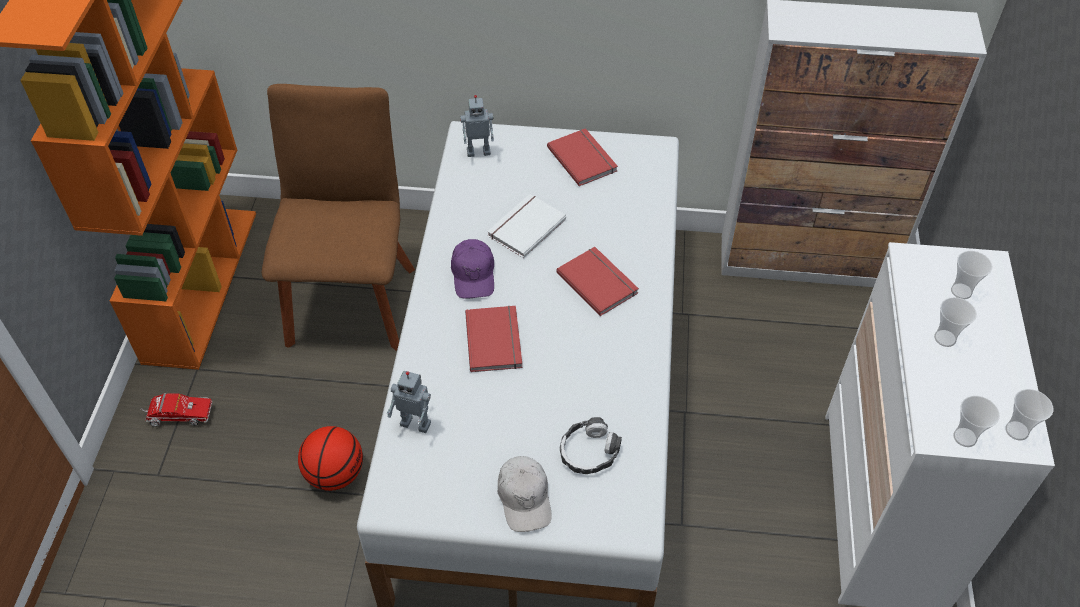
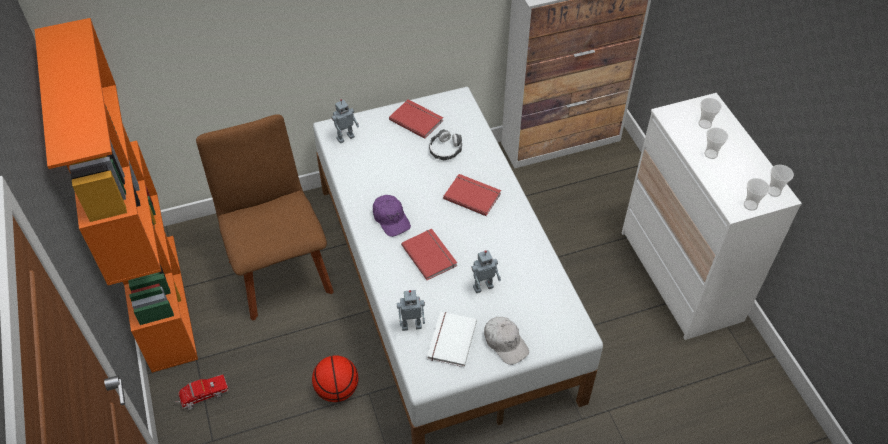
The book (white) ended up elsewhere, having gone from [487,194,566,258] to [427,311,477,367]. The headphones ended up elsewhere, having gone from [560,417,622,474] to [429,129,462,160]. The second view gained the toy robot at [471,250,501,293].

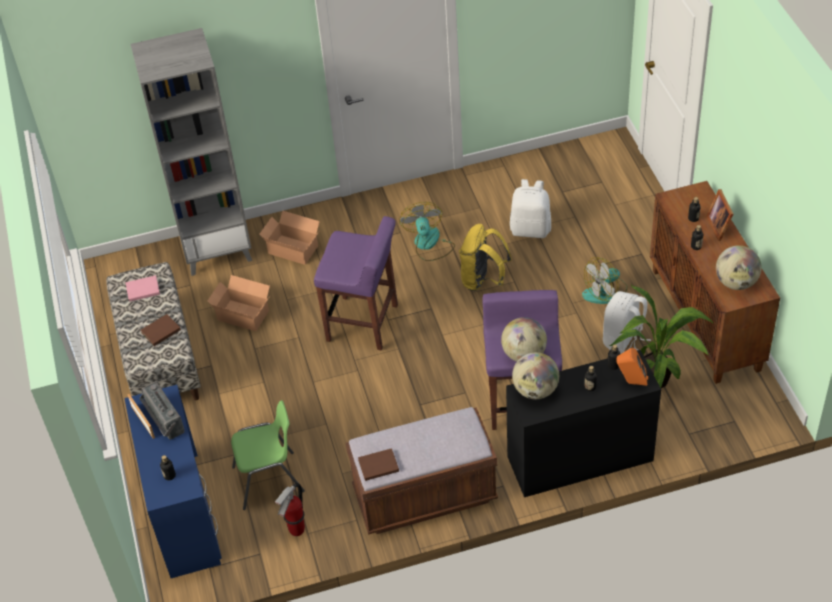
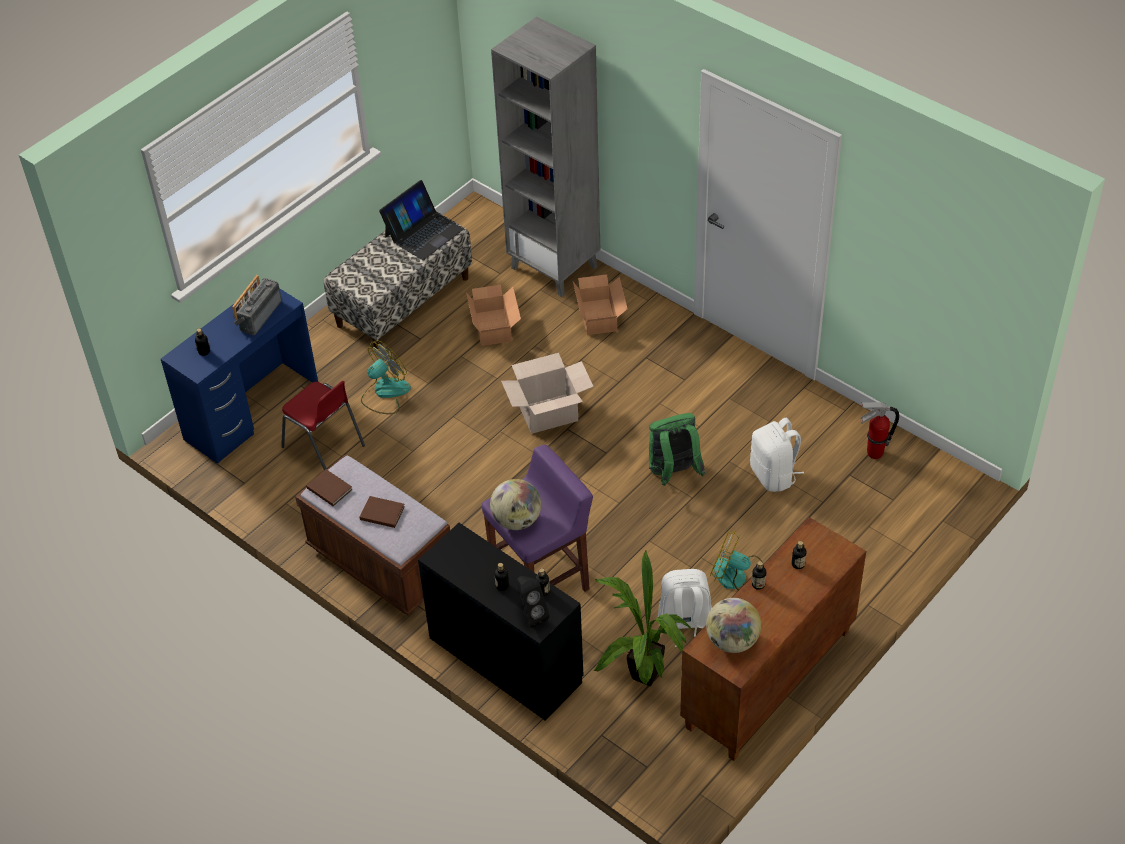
The second view lost the picture frame at [707,189,734,241]. The fan ended up elsewhere, having gone from [399,202,455,261] to [361,340,411,414]. Where the stool (purple) stood at [314,216,398,351], the cardboard box came to stand at [501,353,594,434]. What was the backpack (yellow) at [459,224,512,291] turned into the backpack (green) at [649,413,706,486]. Where the book (pink) stood at [125,275,160,302], the laptop came to stand at [379,180,464,260]. The book (brown) ended up elsewhere, having gone from [141,314,181,346] to [360,496,405,528]. What was the speaker (orange) at [616,348,648,386] turned into the speaker (black) at [516,576,550,628]. The second view lost the globe at [512,352,559,399]. What was the chair (green) at [231,400,305,510] turned into the chair (red) at [281,381,365,470]. The fire extinguisher ended up elsewhere, having gone from [274,483,305,536] to [860,402,899,459].

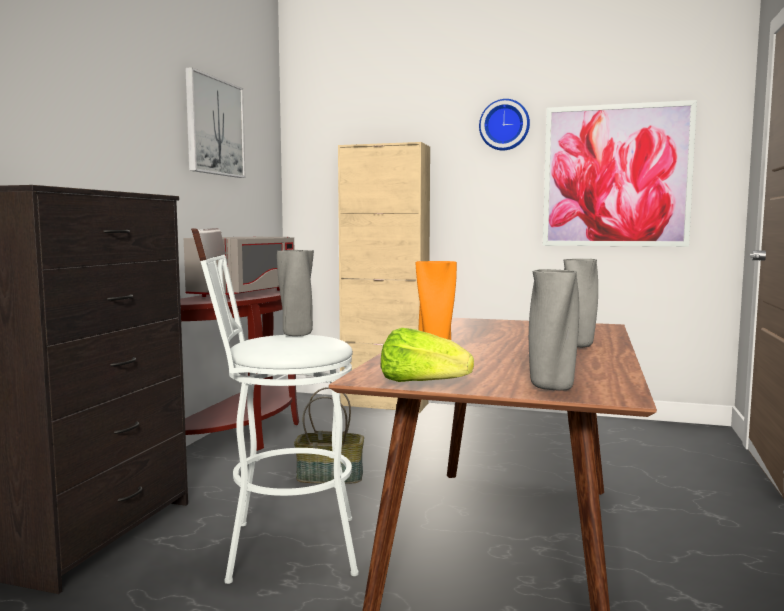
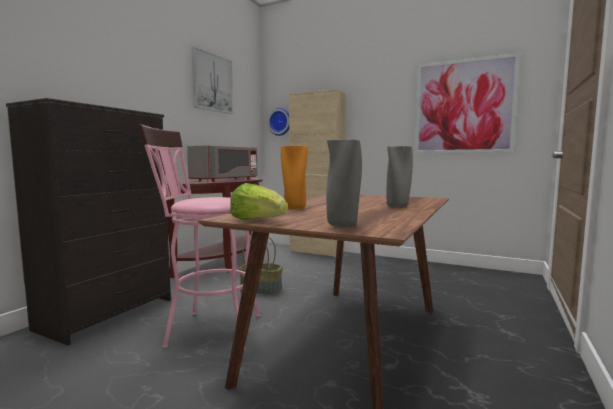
The wall clock ended up elsewhere, having gone from [479,99,530,151] to [268,108,289,136]. What was the stool (white) at [191,228,359,584] turned into the stool (pink) at [138,124,260,351]. The second view lost the vase (grey) at [277,250,314,336].

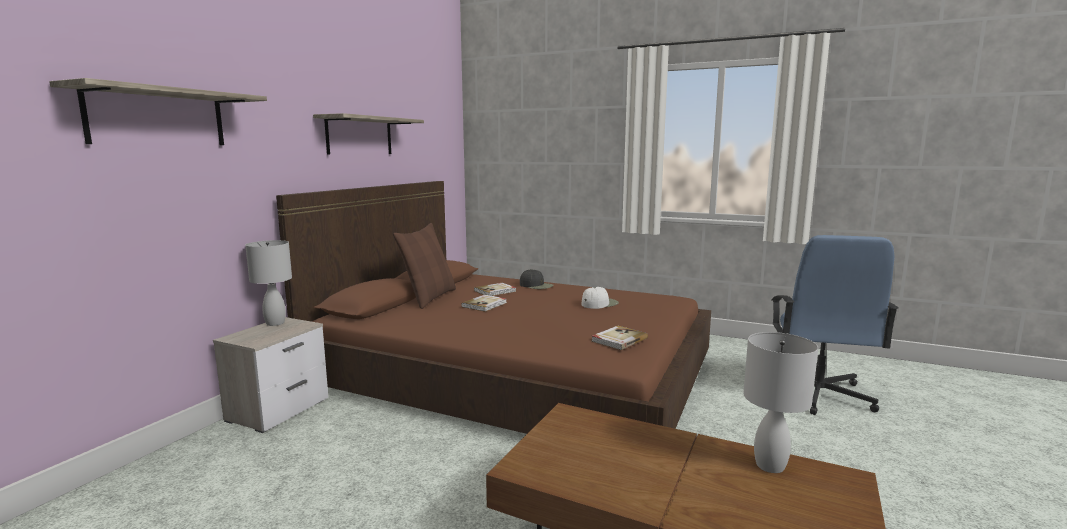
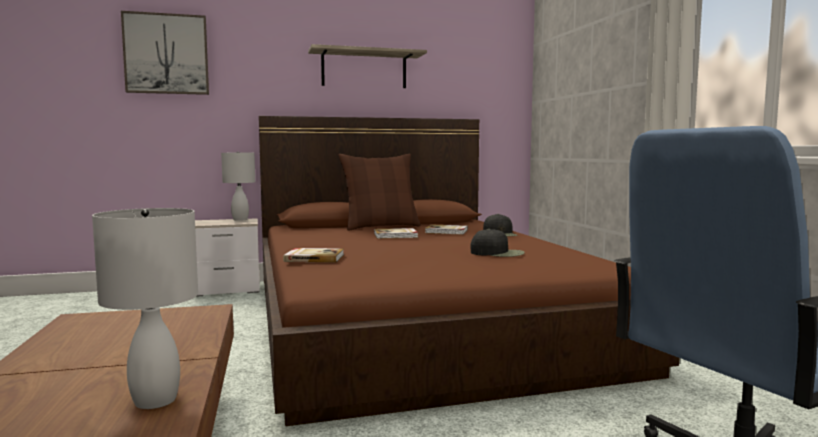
Where the shelf hung at [49,78,267,145], the picture came to hang at [121,11,209,95]. What was the cap (white) at [581,287,619,309] turned into the cap (black) at [470,229,525,257]. The book ended up elsewhere, having gone from [592,326,648,350] to [283,248,344,263].

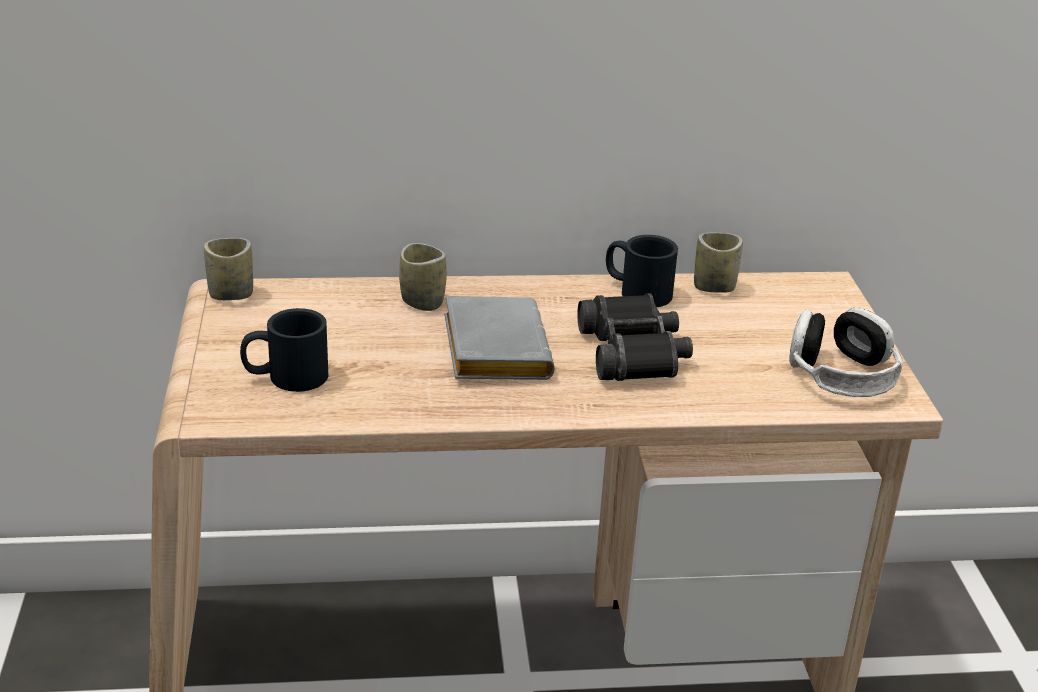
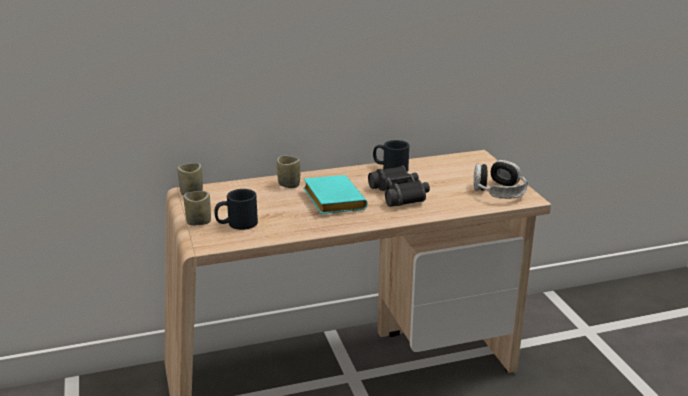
The cup ended up elsewhere, having gone from [694,233,743,293] to [184,191,211,225]. What was the book (grey) at [444,296,555,380] turned into the book (turquoise) at [303,175,368,214].

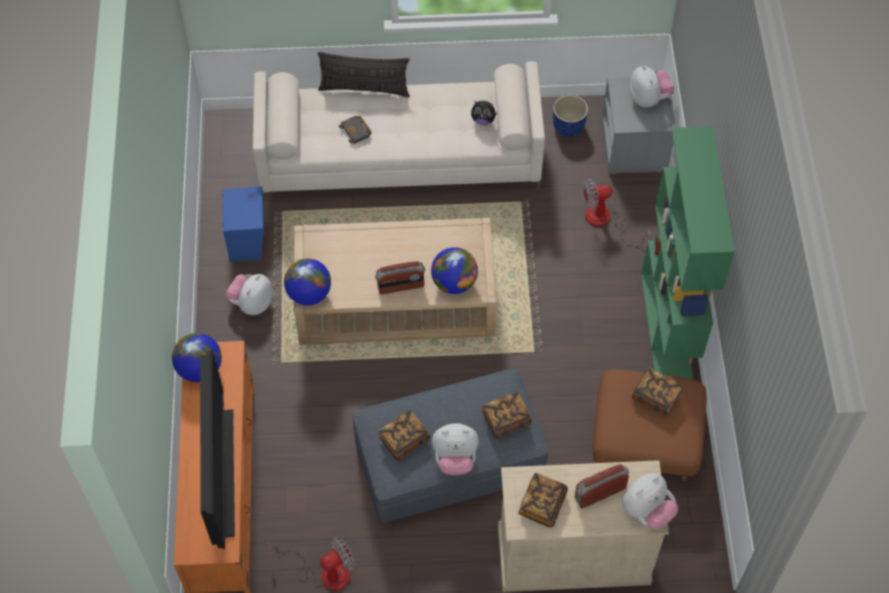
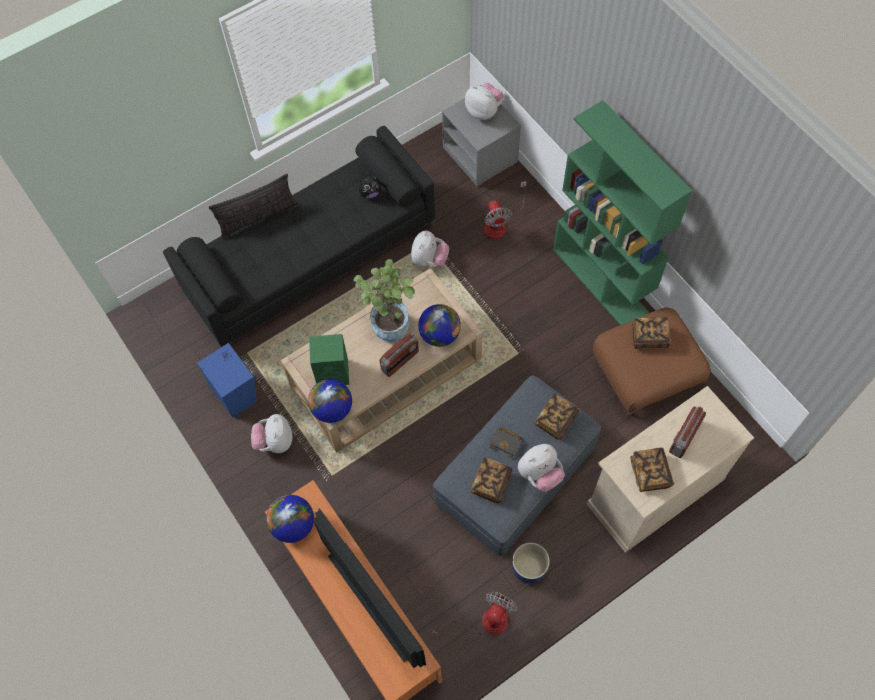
What was the sofa (beige) at [253,61,545,200] turned into the sofa (black) at [163,126,435,347]. The planter (blue) ended up elsewhere, having gone from [553,95,588,137] to [512,542,550,584]. The book (black) ended up elsewhere, having gone from [339,115,372,144] to [489,427,522,458]. The fan at [583,178,651,247] ended up facing another way, 60 degrees counterclockwise from before. The plush toy ended up elsewhere, having gone from [622,473,678,530] to [411,231,449,267]. The second view gained the potted plant at [353,259,415,343]. The second view gained the speaker (green) at [309,334,349,385].

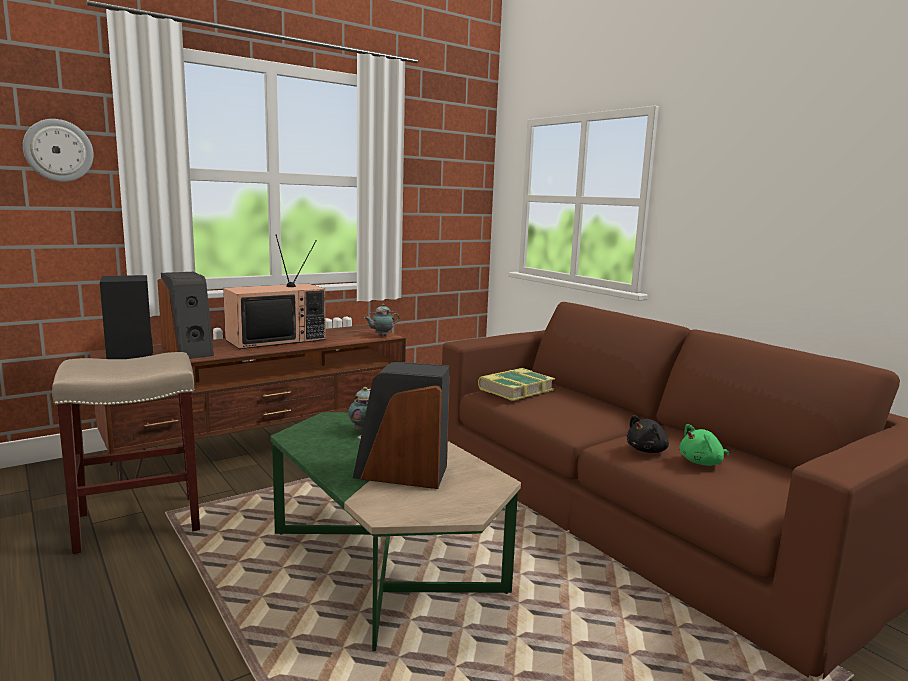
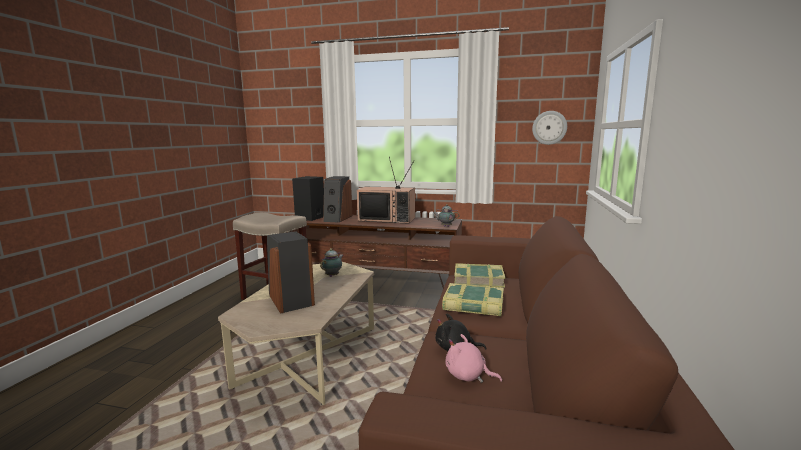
The wall clock ended up elsewhere, having gone from [23,119,94,182] to [532,111,567,145]. What was the coffee table (green) at [270,412,521,651] turned into the coffee table (beige) at [218,262,374,405]. What was the plush toy (green) at [680,424,729,466] turned into the plush toy (pink) at [445,334,502,383]. The second view gained the book at [442,283,504,316].

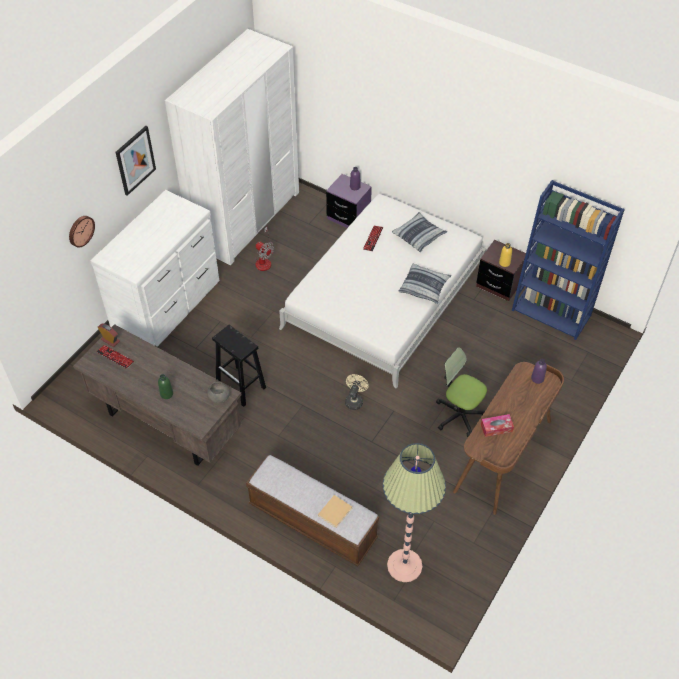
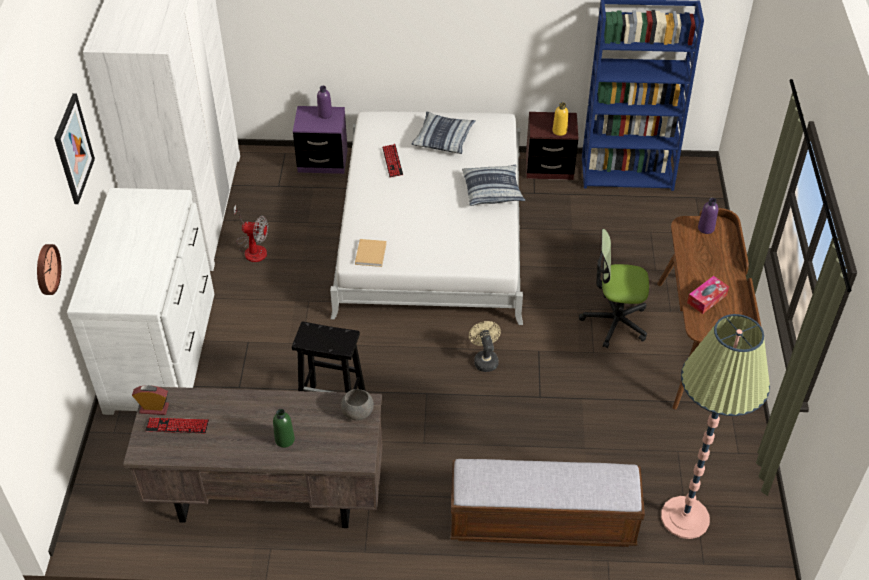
The book (beige) ended up elsewhere, having gone from [318,495,352,528] to [355,239,387,267].

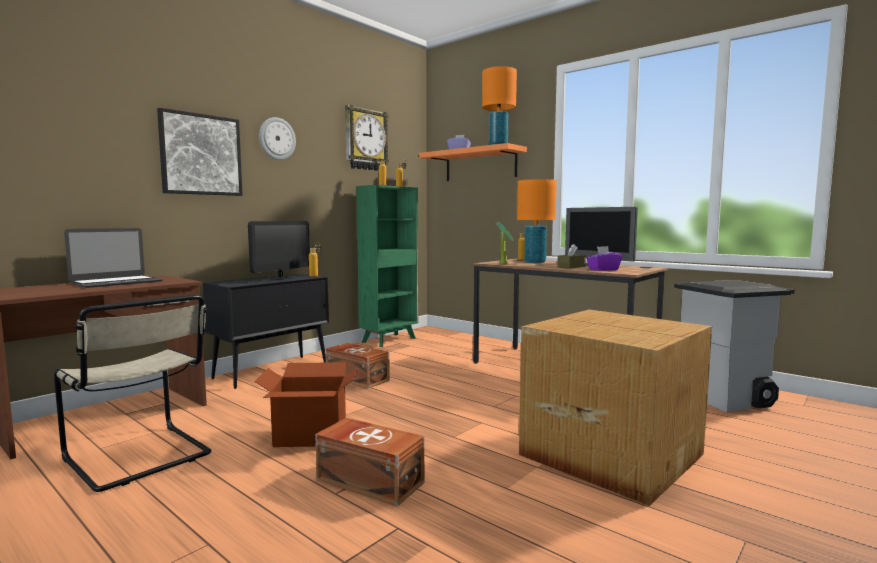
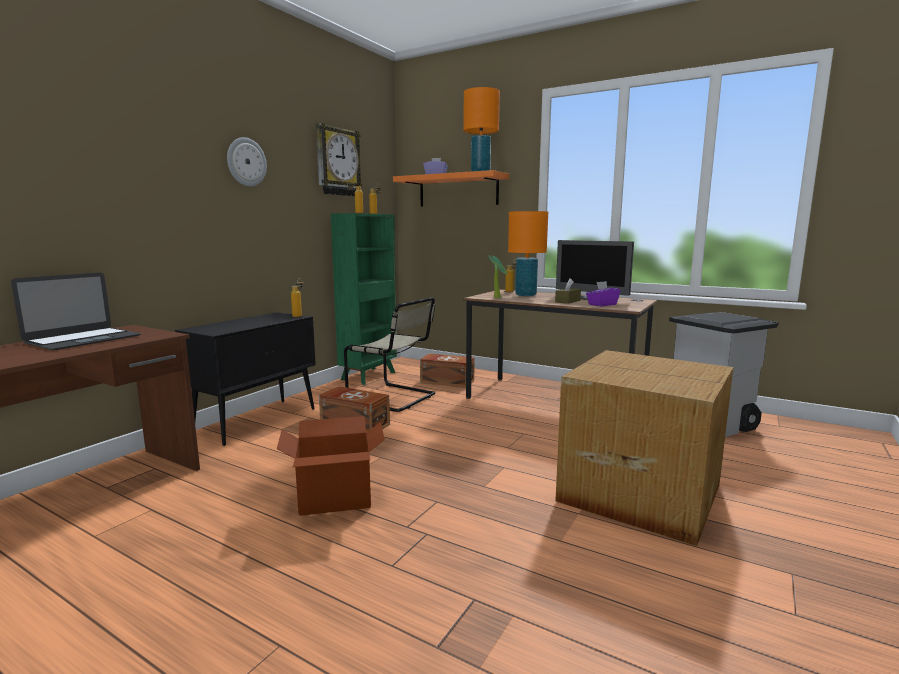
The second view lost the picture at [157,108,242,196]. The second view lost the monitor at [248,221,310,280]. The chair (beige) ended up elsewhere, having gone from [54,295,211,492] to [344,297,435,412]. The storage box (brown) ended up elsewhere, having gone from [315,418,425,506] to [420,354,475,388].

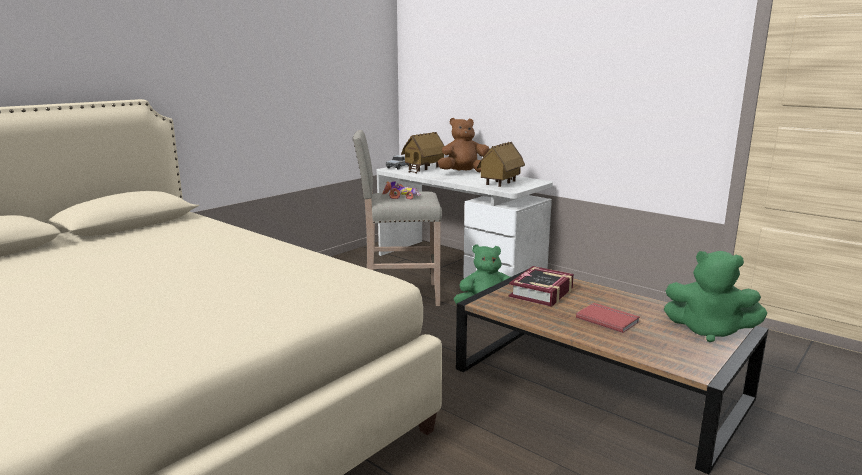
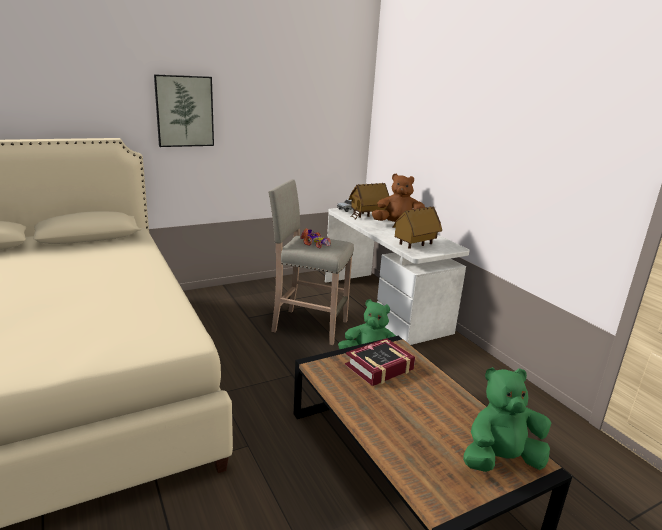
The plush toy (green) at [664,251,767,342] ended up facing another way, 120 degrees clockwise from before. The second view lost the book (red) at [576,303,640,333]. The second view gained the picture at [154,74,214,147].

